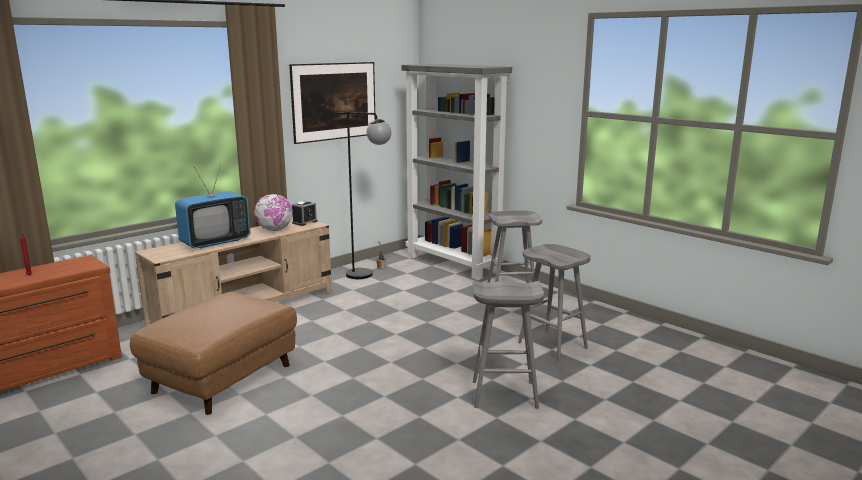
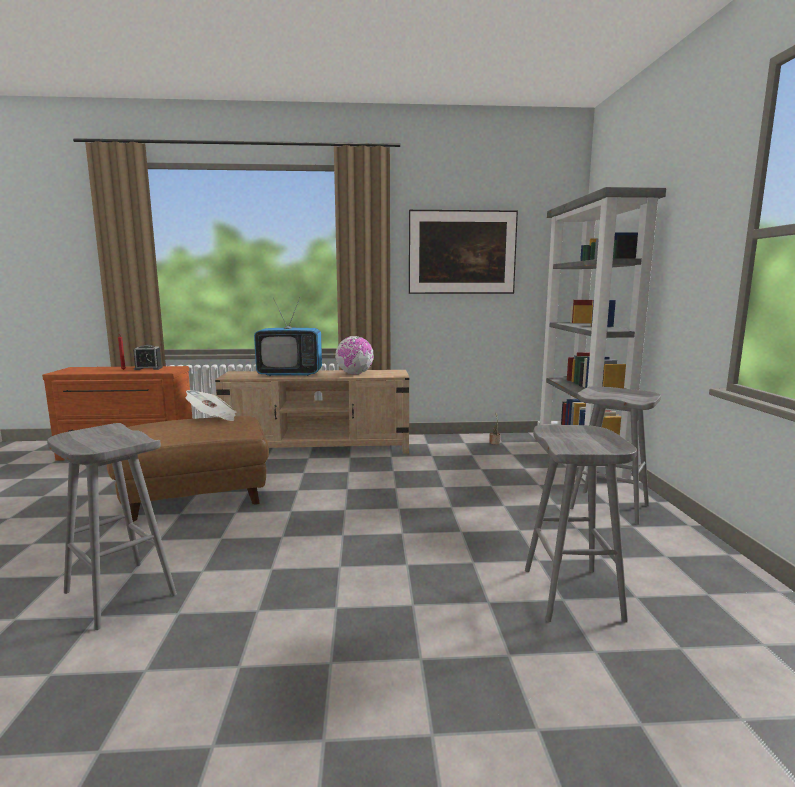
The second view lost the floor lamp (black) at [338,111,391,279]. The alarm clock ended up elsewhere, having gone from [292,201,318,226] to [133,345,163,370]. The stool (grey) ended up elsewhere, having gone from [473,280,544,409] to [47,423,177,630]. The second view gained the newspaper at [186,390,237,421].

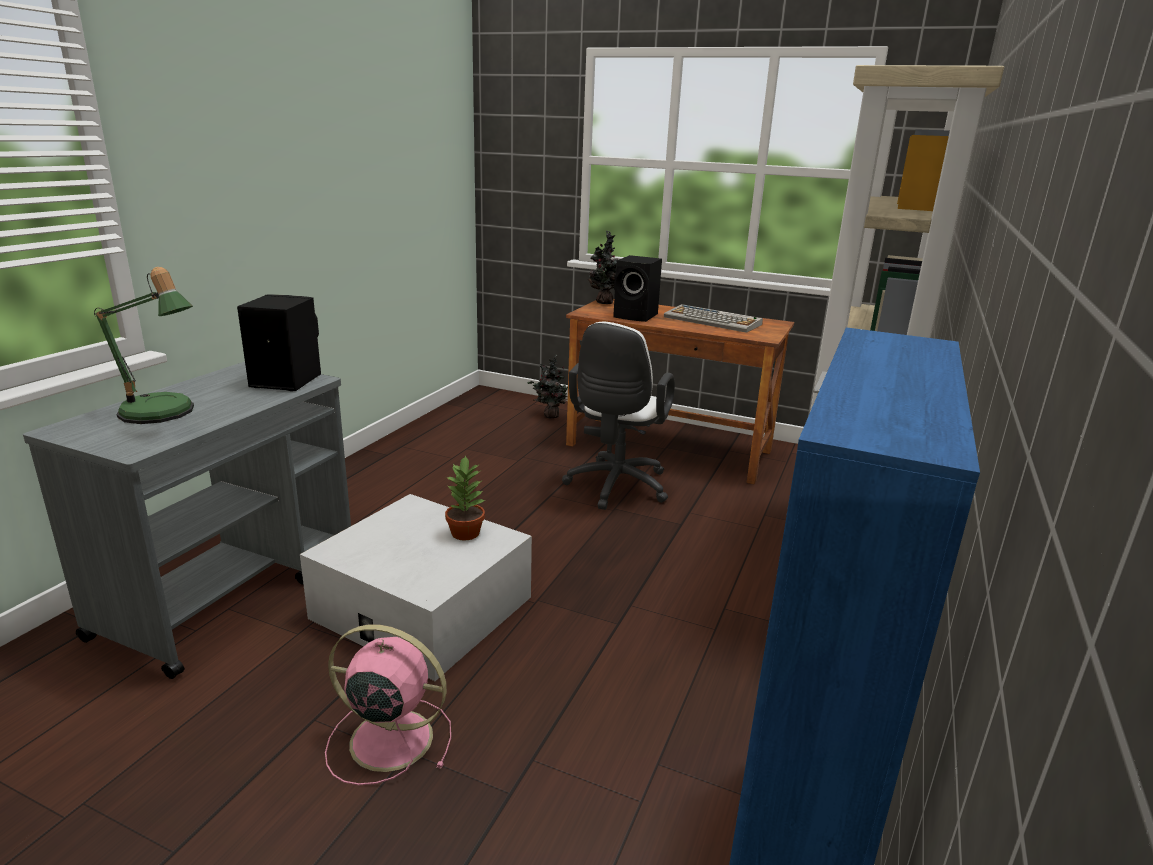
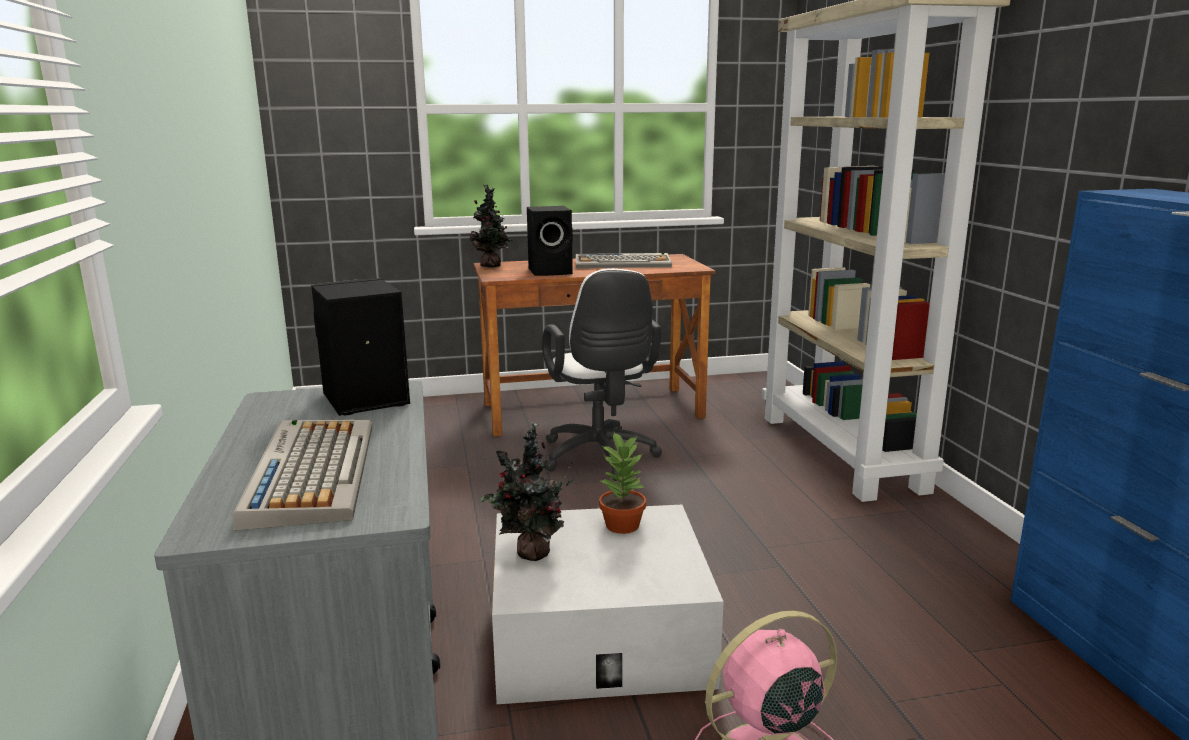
Where the table lamp stood at [94,267,194,424], the keyboard came to stand at [232,419,372,530]. The potted plant ended up elsewhere, having gone from [527,355,568,418] to [481,422,575,561].

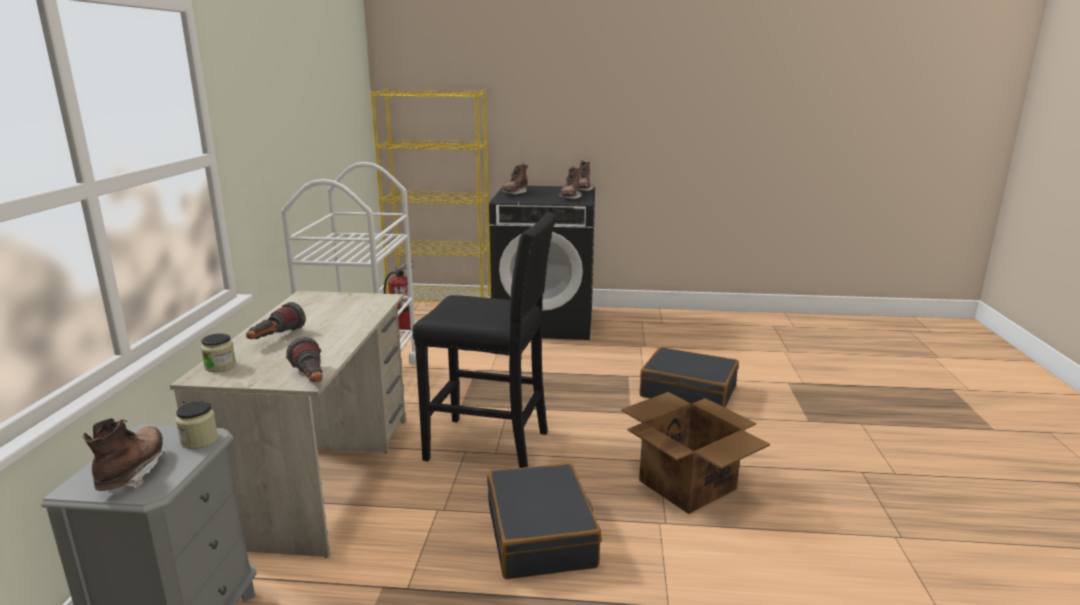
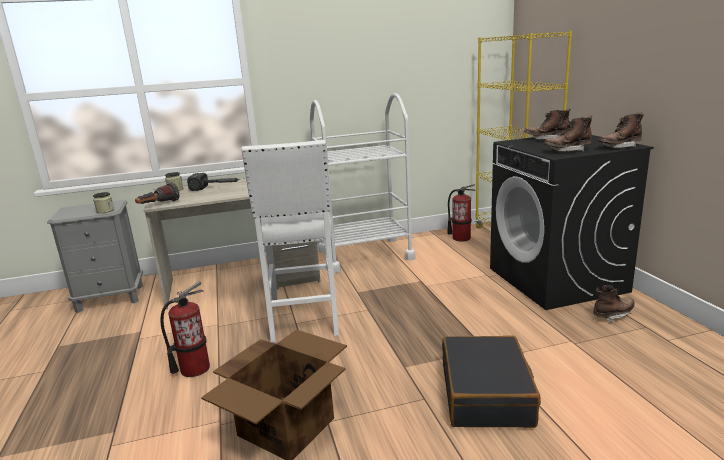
What was the stool (black) at [412,212,556,468] turned into the stool (white) at [241,140,339,343]. Where the flashlight stood at [246,302,306,339], the hammer came to stand at [187,173,240,191]. The boot (brown) ended up elsewhere, having gone from [83,418,165,491] to [593,285,635,323]. Where the suitcase (black) stood at [487,463,602,579], the fire extinguisher came to stand at [160,281,210,377].

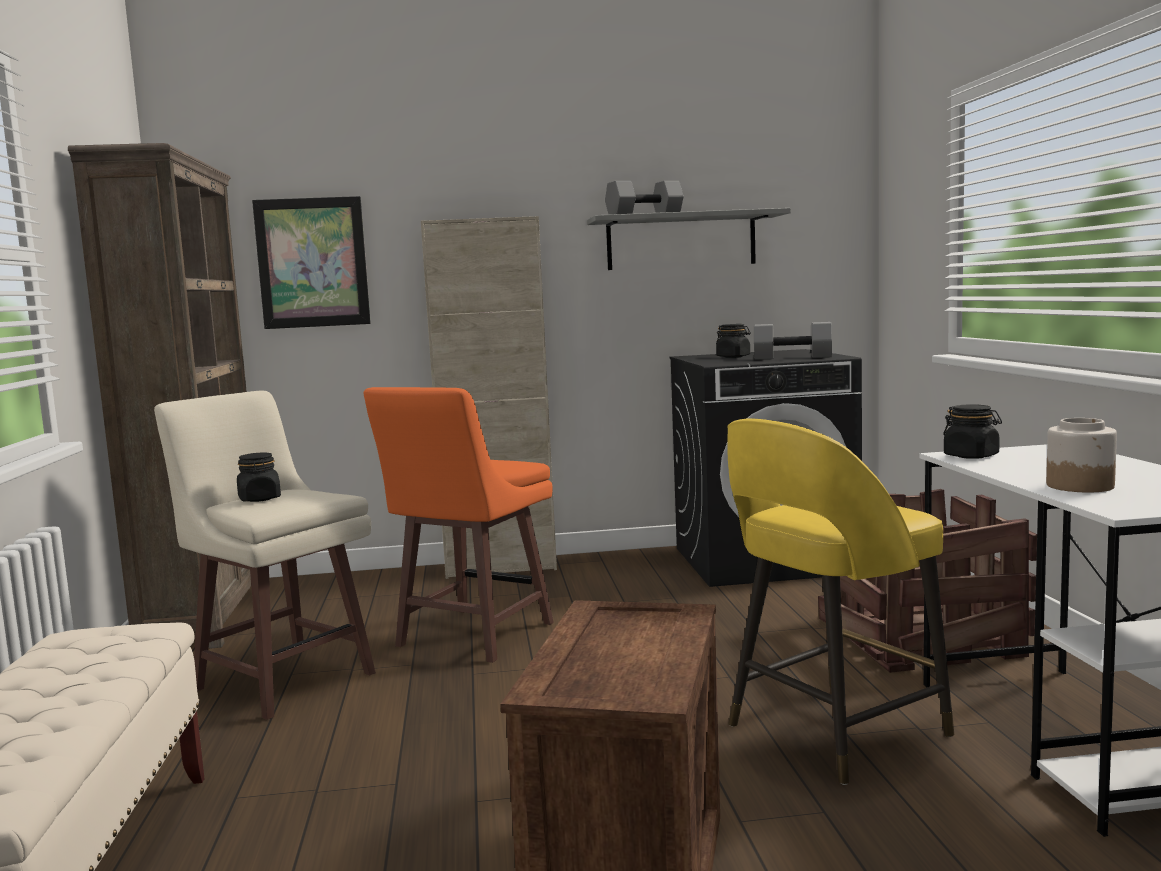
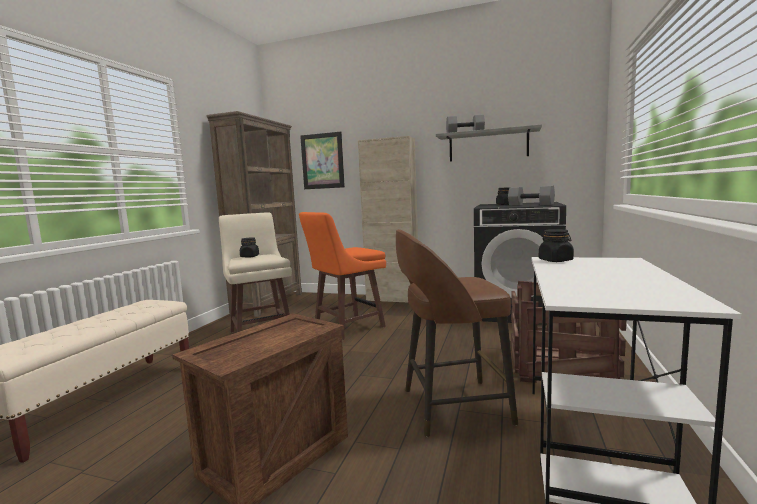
What was the stool (yellow) at [727,418,954,785] turned into the stool (brown) at [396,229,518,437]. The second view lost the jar at [1046,418,1117,492].

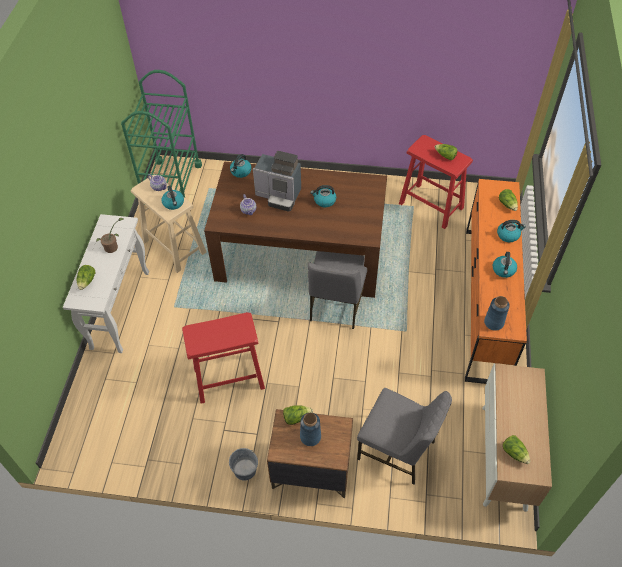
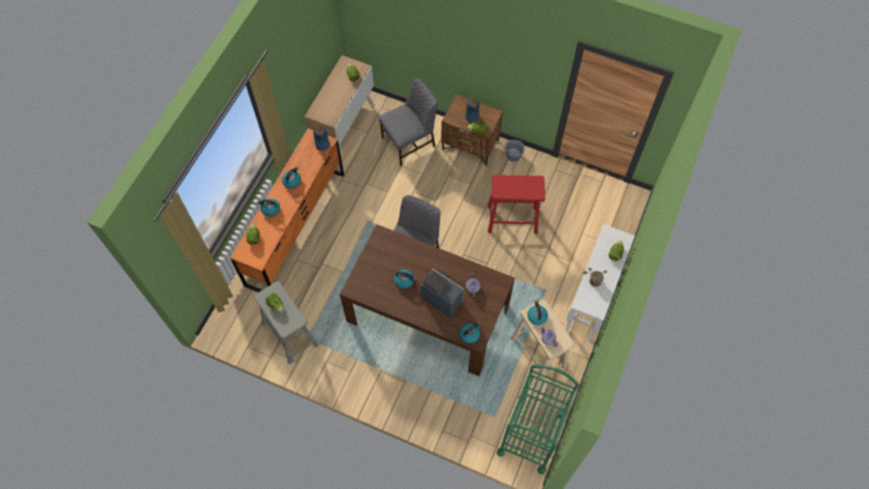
What was the stool (red) at [399,135,473,229] turned into the stool (grey) at [254,281,319,364]. The chair (grey) at [357,388,452,485] ended up facing another way, 105 degrees clockwise from before.

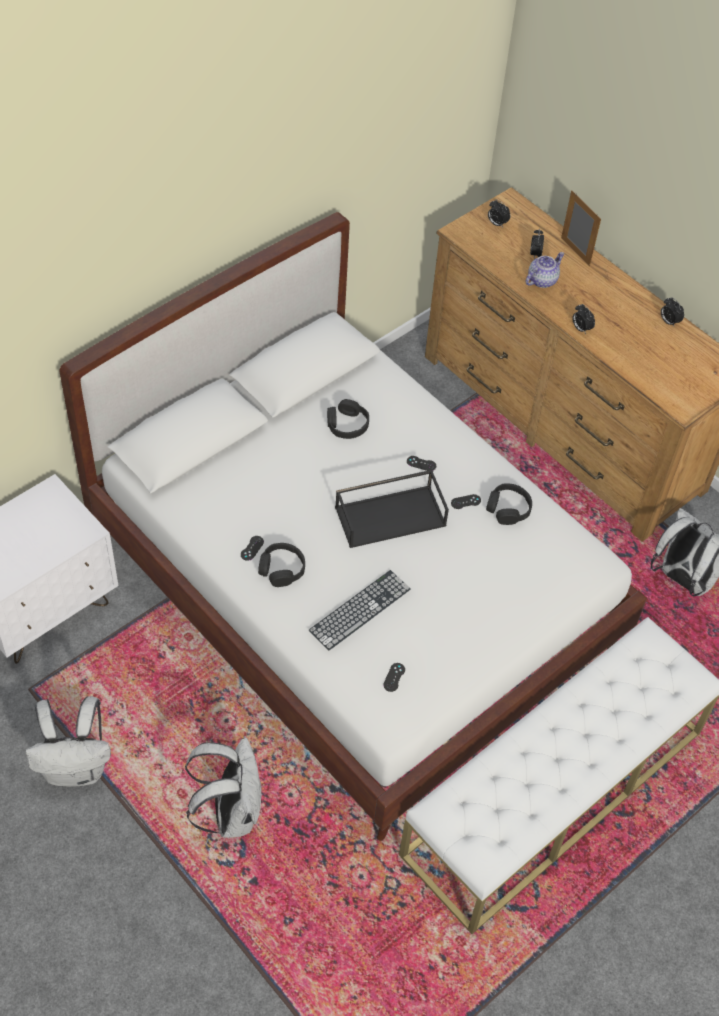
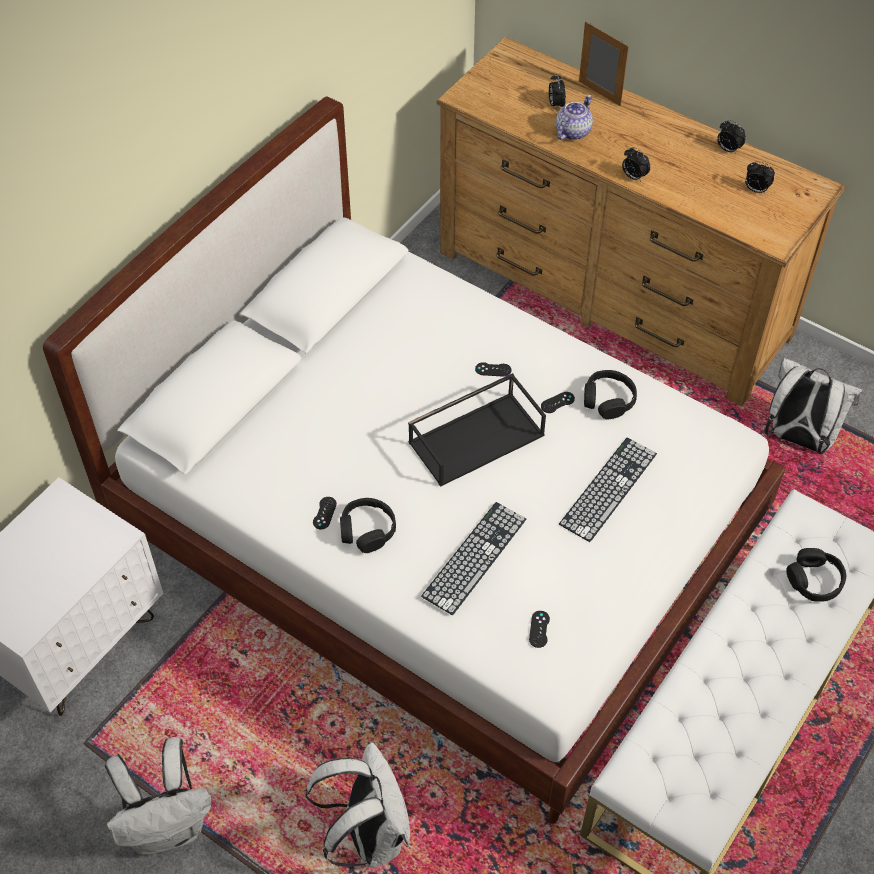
The alarm clock ended up elsewhere, having gone from [488,200,510,228] to [745,161,775,193]. The headphones (black) ended up elsewhere, having gone from [327,399,369,439] to [786,548,846,602]. The second view gained the keyboard at [559,438,657,542].

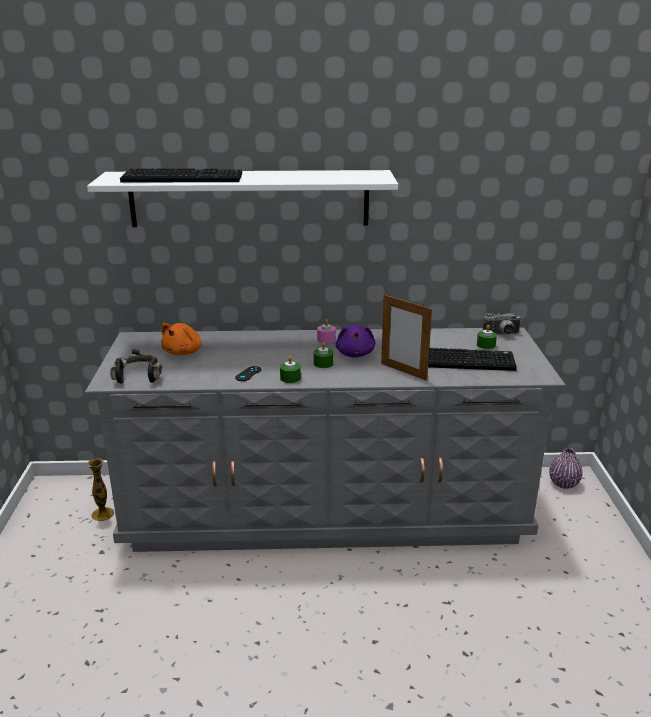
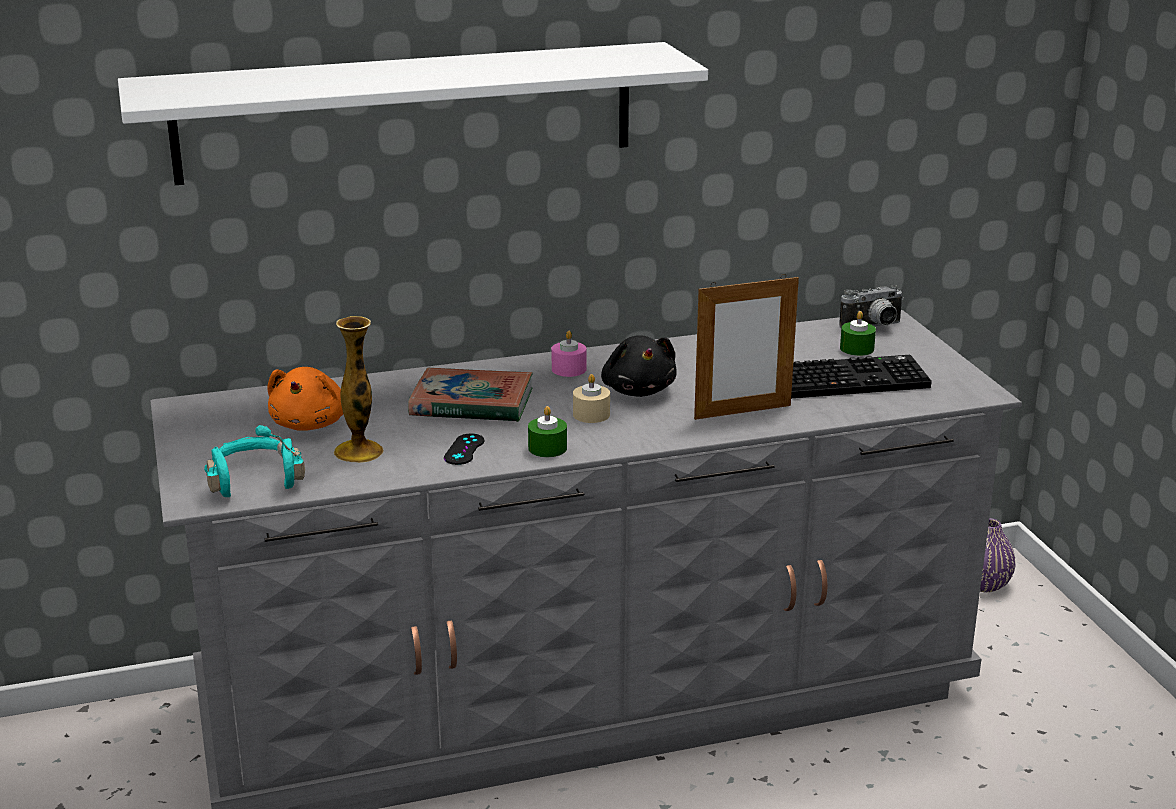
The second view lost the keyboard at [120,168,242,183]. The picture frame at [381,295,432,381] ended up facing another way, 45 degrees counterclockwise from before. What was the plush toy (purple) at [335,325,375,358] turned into the plush toy (black) at [601,335,677,397]. What was the candle (green) at [314,342,333,368] turned into the candle (beige) at [573,374,610,423]. What was the headphones (black) at [110,349,162,383] turned into the headphones (turquoise) at [204,425,305,497]. The vase ended up elsewhere, having gone from [87,458,114,521] to [333,316,384,463]. The second view gained the book at [408,368,533,422].

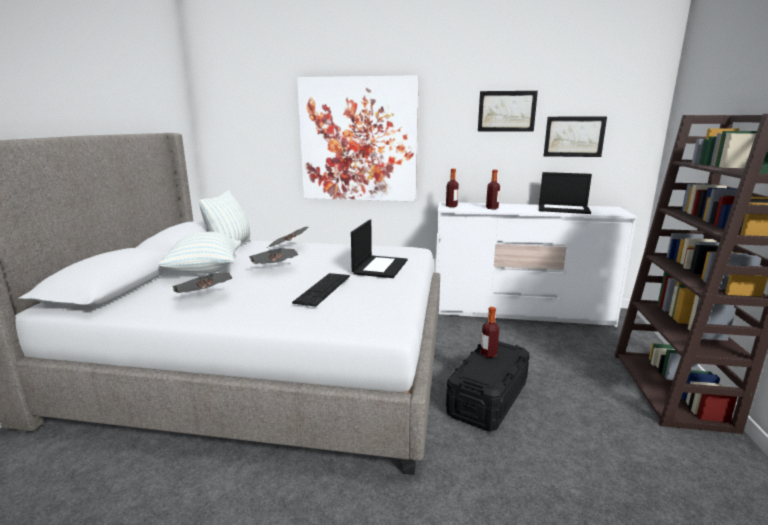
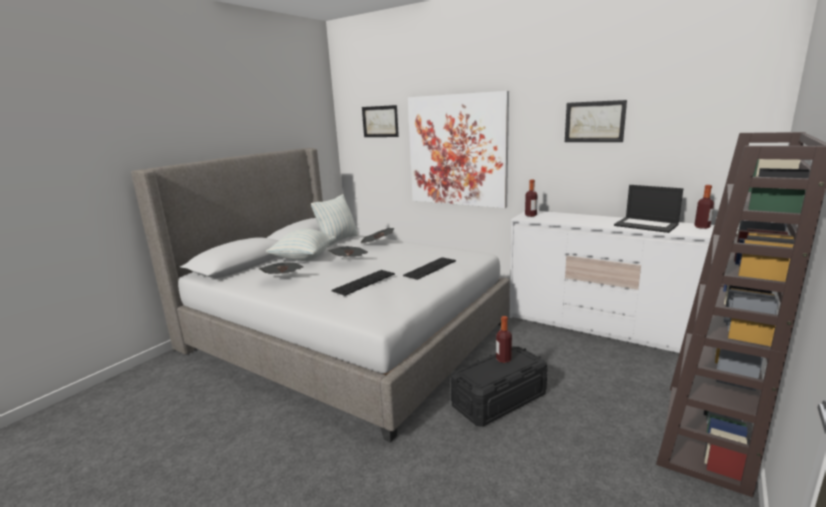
The picture ended up elsewhere, having gone from [544,117,607,157] to [362,105,399,137]. The bottle ended up elsewhere, having gone from [486,170,500,209] to [695,185,714,229]. Where the laptop stood at [351,220,408,278], the keyboard came to stand at [403,257,456,280].

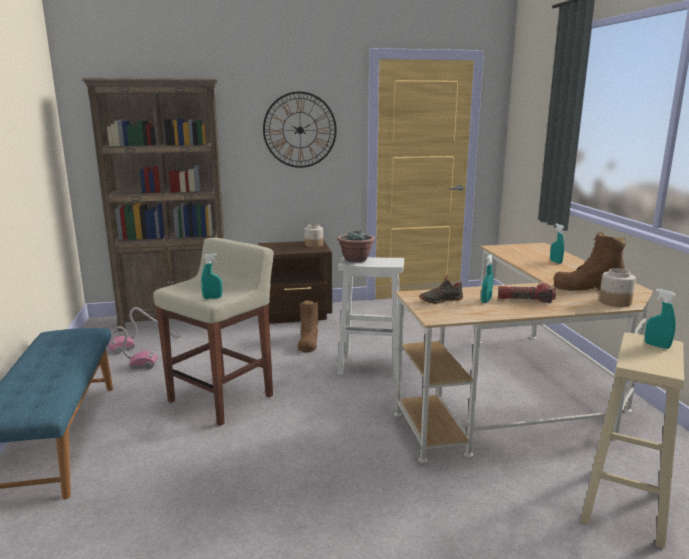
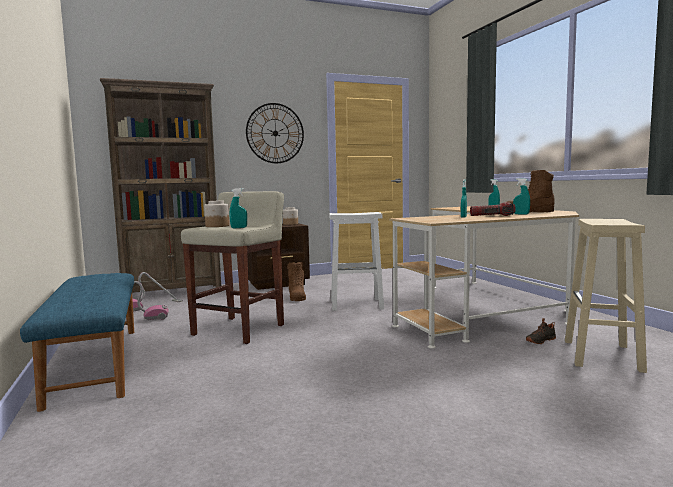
The second view lost the potted plant at [337,230,375,263]. The jar ended up elsewhere, having gone from [599,268,636,307] to [204,201,229,227]. The shoe (black) ended up elsewhere, having gone from [419,275,464,304] to [526,318,556,344]. The spray bottle (turquoise) ended up elsewhere, having gone from [645,289,676,349] to [513,178,530,215].

